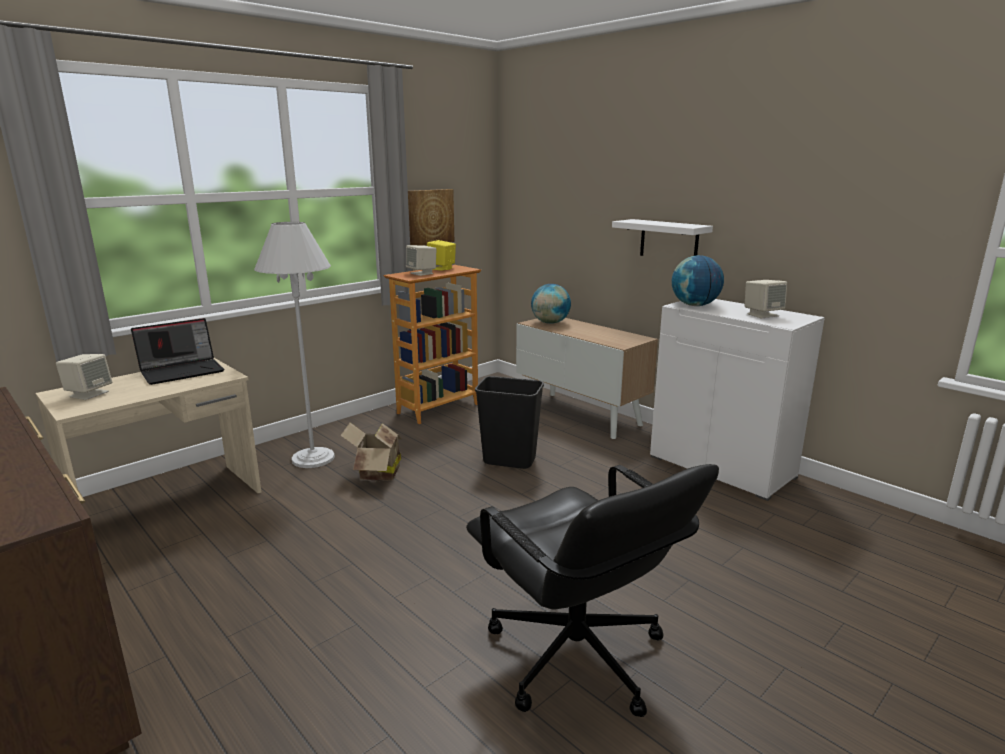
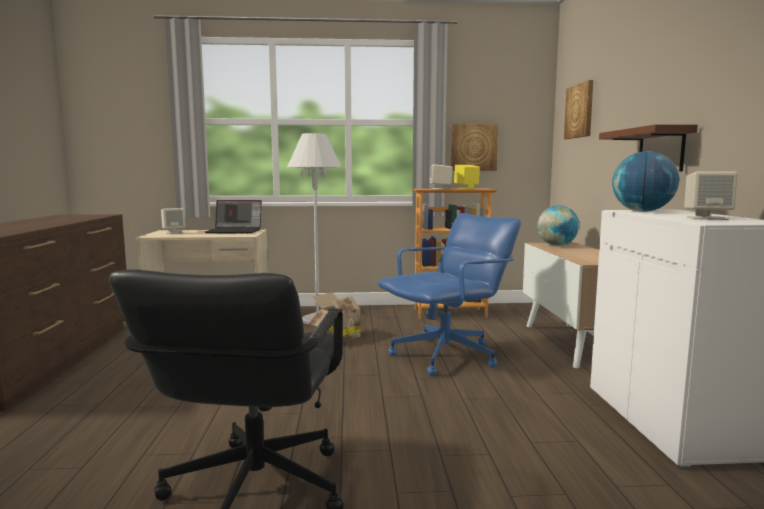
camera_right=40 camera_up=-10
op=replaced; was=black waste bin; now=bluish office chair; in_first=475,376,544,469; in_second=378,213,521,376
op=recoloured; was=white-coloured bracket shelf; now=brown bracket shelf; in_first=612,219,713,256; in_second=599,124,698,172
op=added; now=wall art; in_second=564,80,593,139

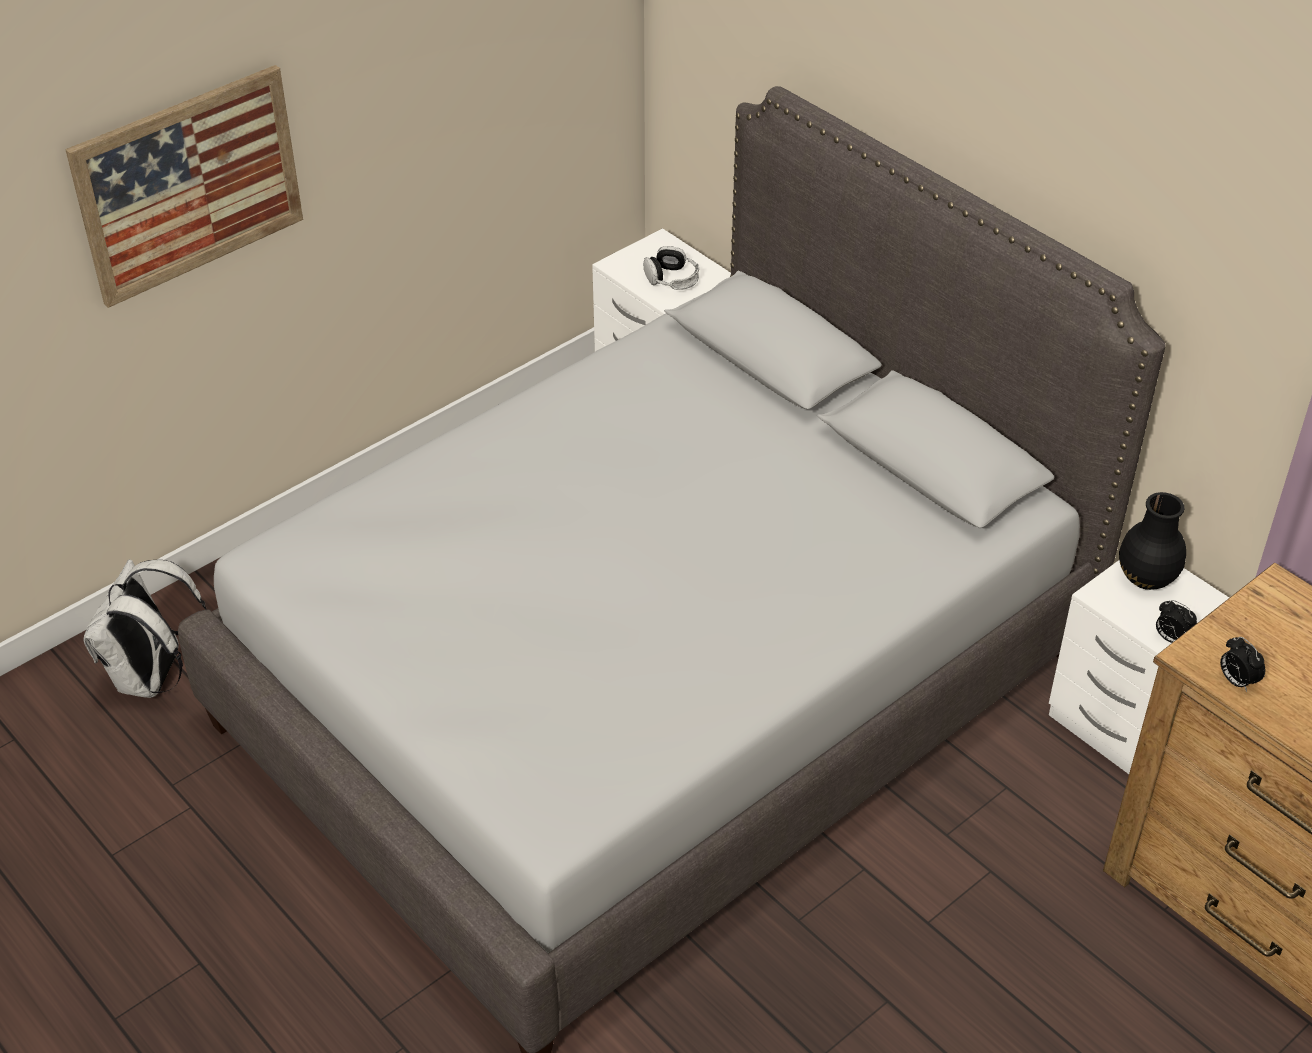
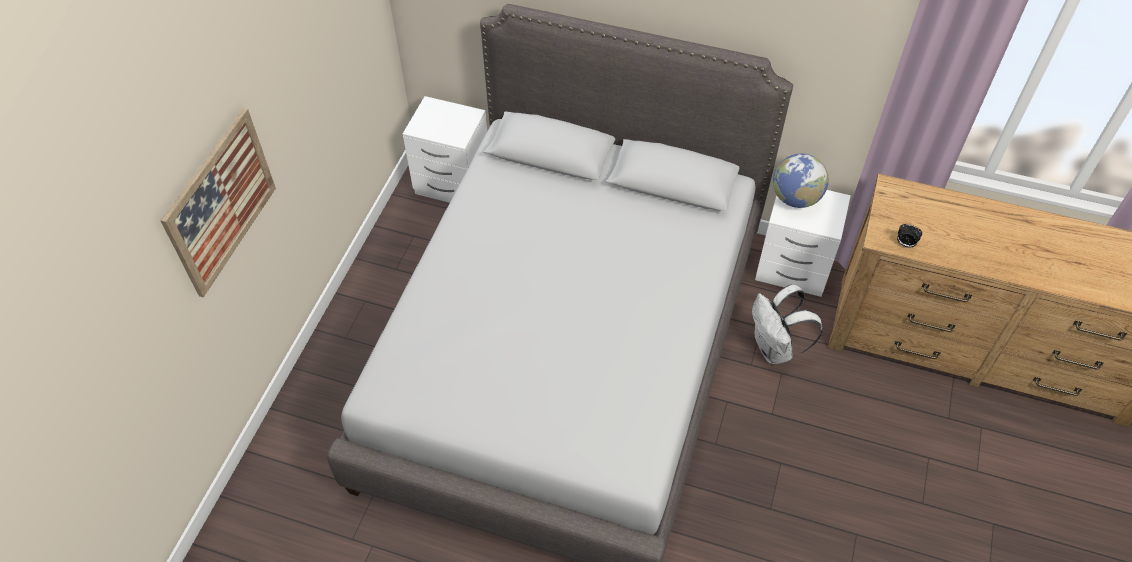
camera_right=-30 camera_up=10
op=moved; was=white-coloured rucksack; in_first=83,559,207,698; in_second=752,284,822,364
op=removed; was=pair of headphones; in_first=644,246,699,290
op=replaced; was=black vase; now=desk globe; in_first=1119,492,1186,590; in_second=773,154,829,208
op=removed; was=bedside clock; in_first=1156,600,1197,643

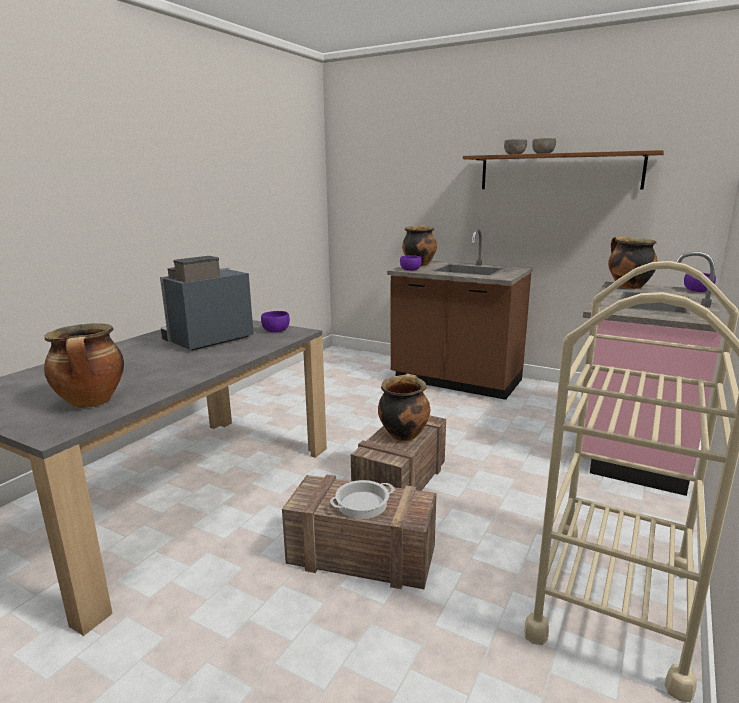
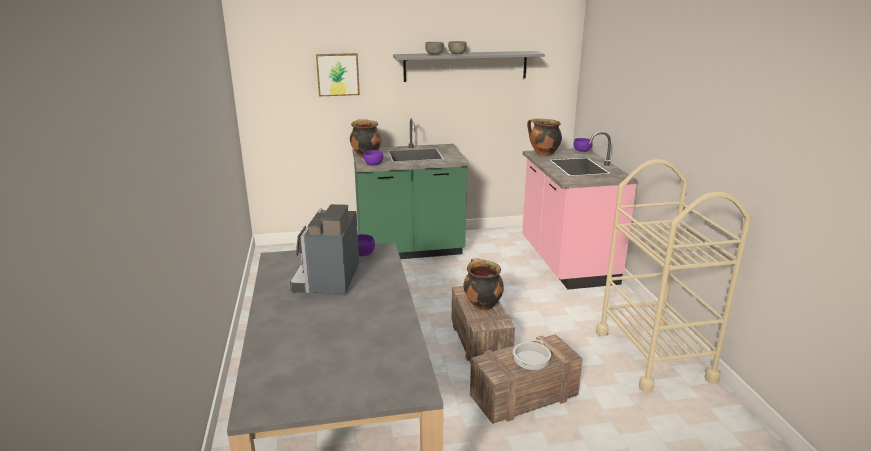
camera_right=-40 camera_up=5
op=removed; was=cooking pot; in_first=44,323,124,408
op=recoloured; was=brown counter; now=greenish counter; in_first=387,229,533,400; in_second=352,118,469,259
op=recoloured; was=brown bracket shelf; now=greyish bracket shelf; in_first=463,150,664,189; in_second=393,51,545,82
op=added; now=wall art; in_second=316,53,360,96

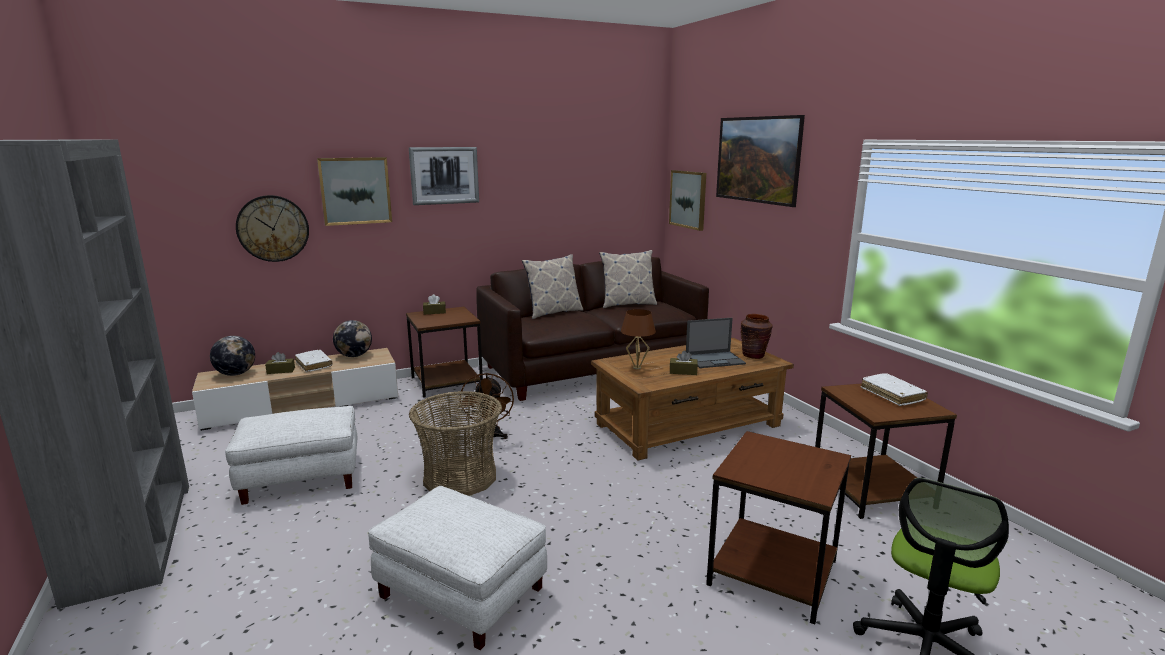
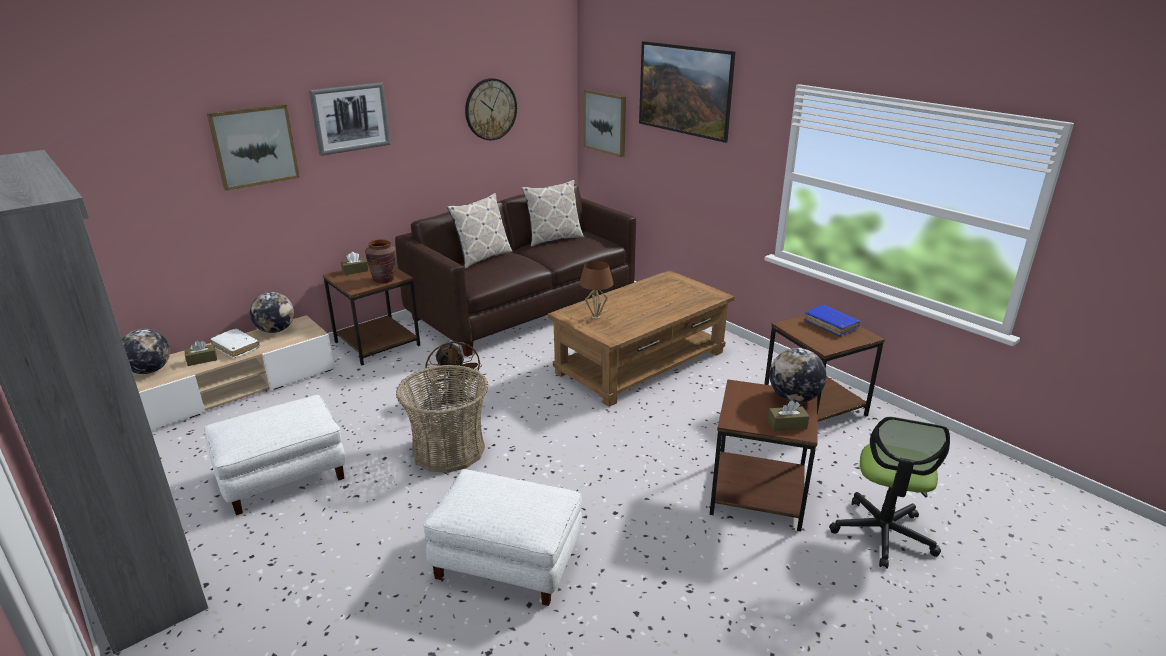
camera_right=-15 camera_up=10
op=moved; was=wall clock; in_first=236,195,309,262; in_second=465,78,517,140
op=moved; was=brown box of tissues; in_first=670,350,698,375; in_second=768,400,810,431
op=removed; was=laptop; in_first=686,318,746,368
op=moved; was=brown vase; in_first=741,314,772,359; in_second=365,239,396,283
op=recoloured; was=white-coloured volume; now=bluish volume; in_first=861,374,928,406; in_second=804,305,860,336
op=added; now=desk globe; in_second=770,348,826,403

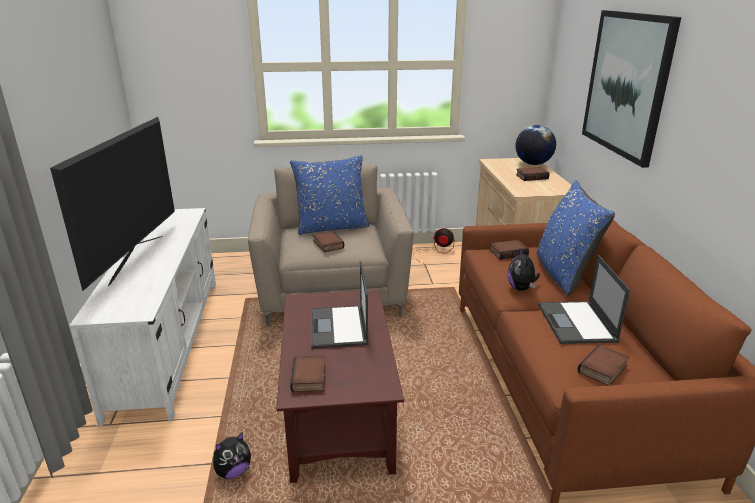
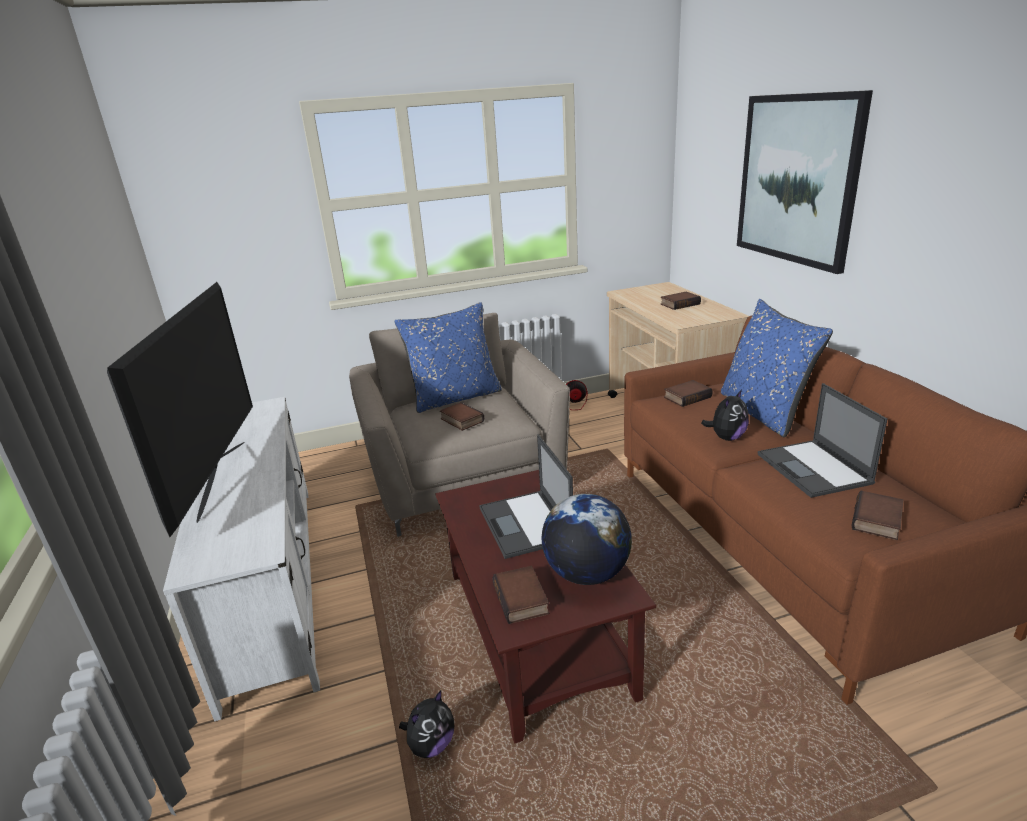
camera_right=-10 camera_up=0
op=turned; was=soft toy; in_first=507,248,540,291; in_second=701,390,749,441; clockwise=-120
op=moved; was=desk globe; in_first=515,125,556,165; in_second=542,494,632,585

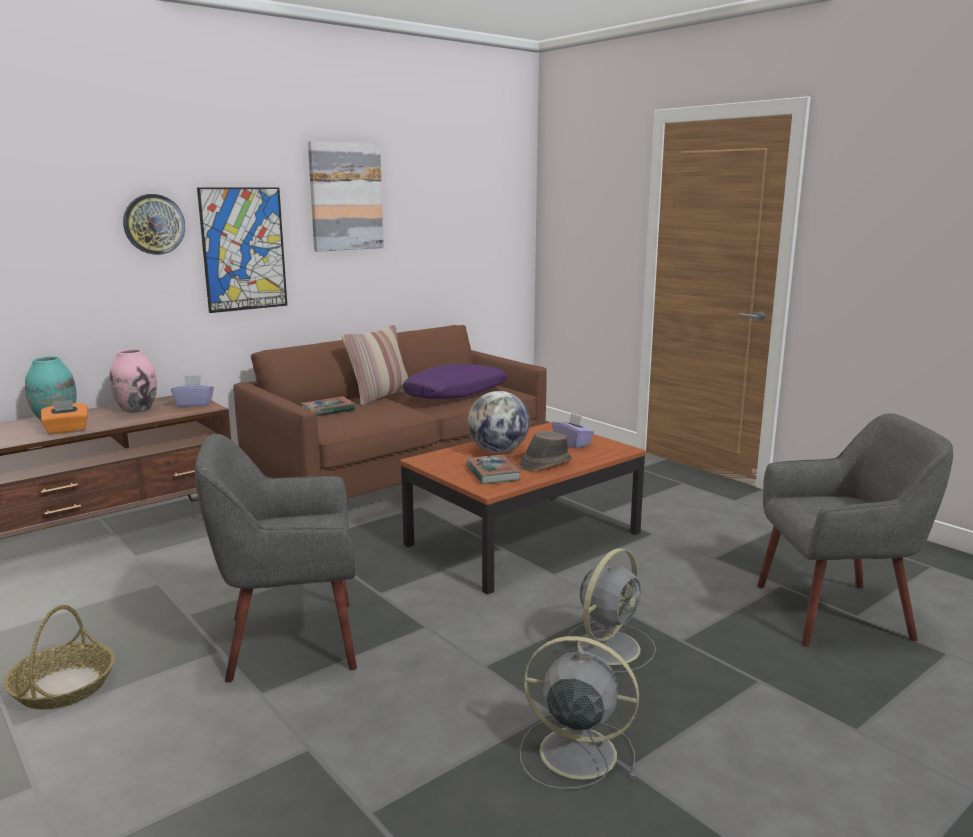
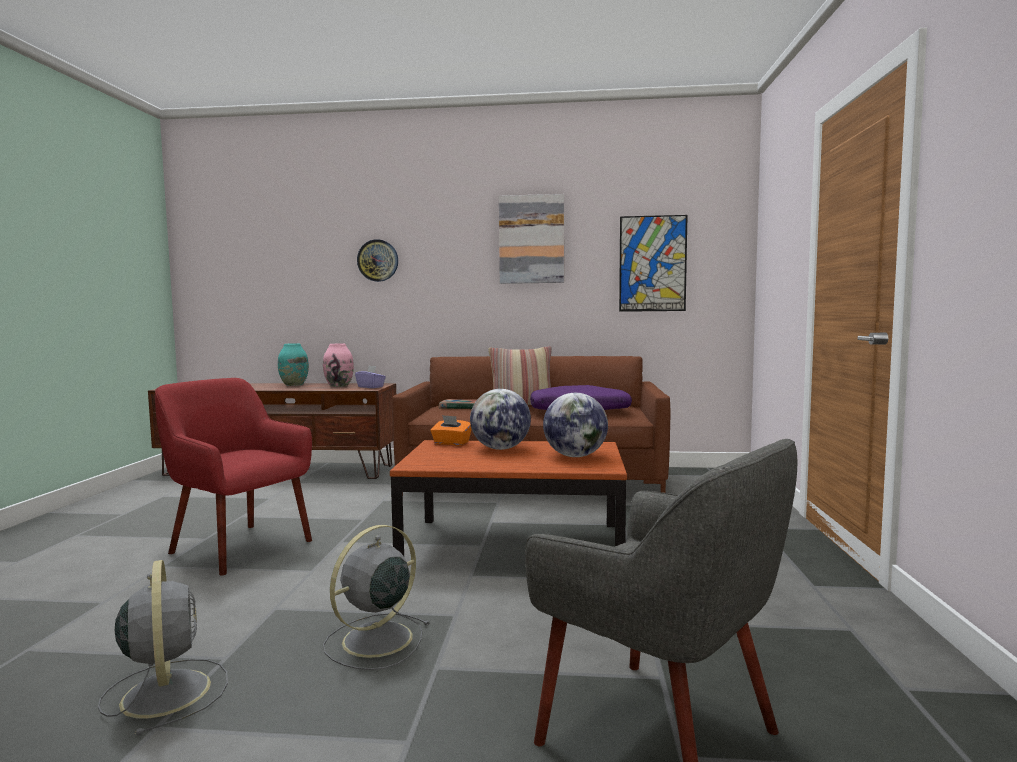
camera_right=45 camera_up=-10
op=removed; was=storage basket; in_first=3,605,115,710
op=moved; was=orangey box of tissues; in_first=41,400,88,435; in_second=430,415,471,445
op=recoloured; was=greyish easy chair; now=reddish easy chair; in_first=195,434,357,682; in_second=155,378,312,575
op=moved; was=wall art; in_first=197,187,287,313; in_second=619,215,688,312
op=removed; was=volume; in_first=466,455,521,484
op=removed; was=brown hat; in_first=520,431,572,471
op=replaced; was=purple-coloured box of tissues; now=desk globe; in_first=552,413,594,449; in_second=543,393,608,457
op=turned; was=greyish fan; in_first=568,548,656,673; in_second=323,525,431,670; clockwise=135

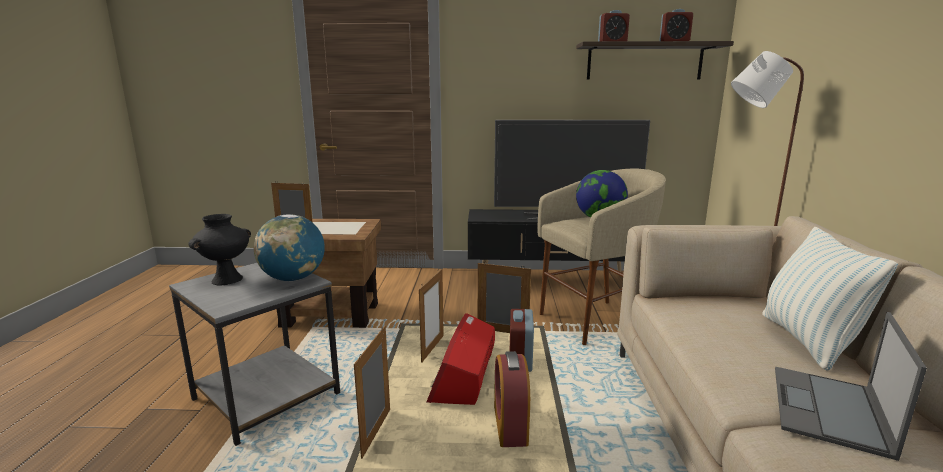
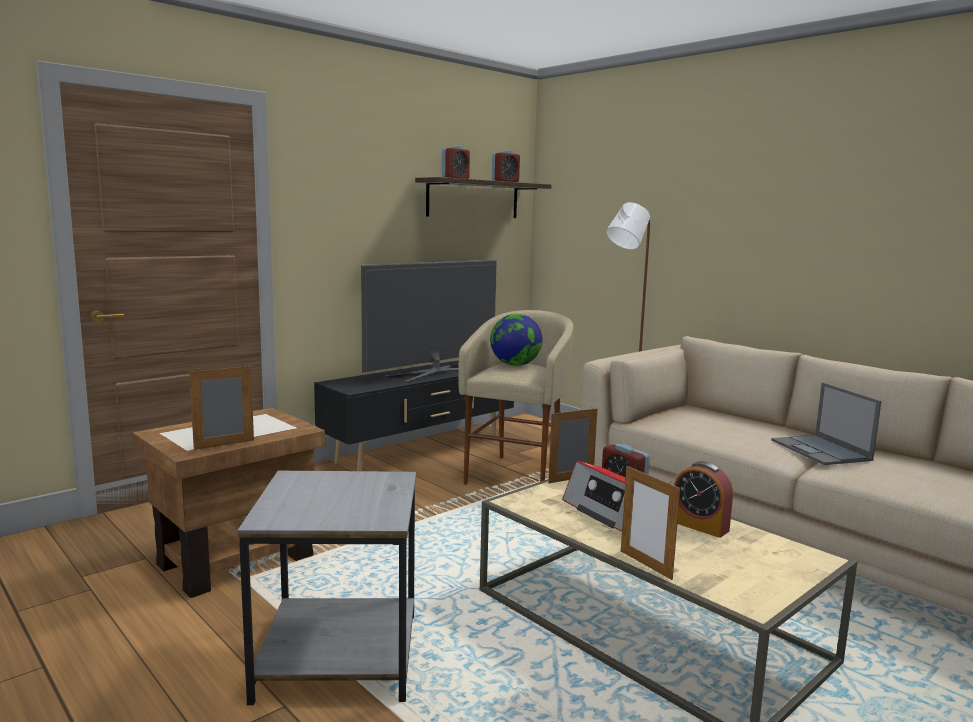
camera_right=-45 camera_up=-5
op=removed; was=black vase; in_first=188,214,251,285
op=removed; was=desk globe; in_first=254,215,325,281
op=removed; was=standing frame; in_first=419,269,444,363
op=removed; was=pillow; in_first=762,227,898,371

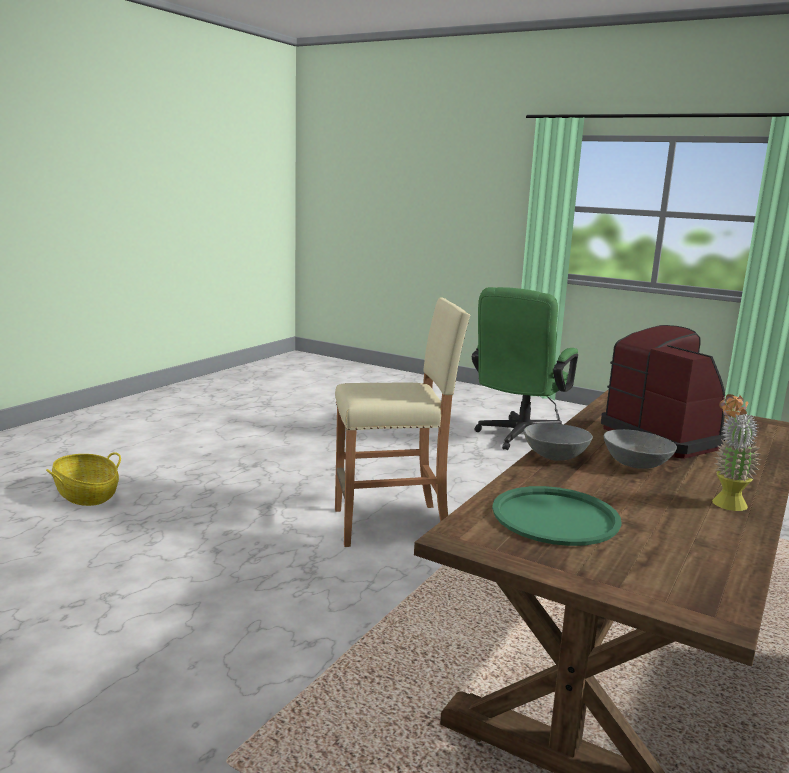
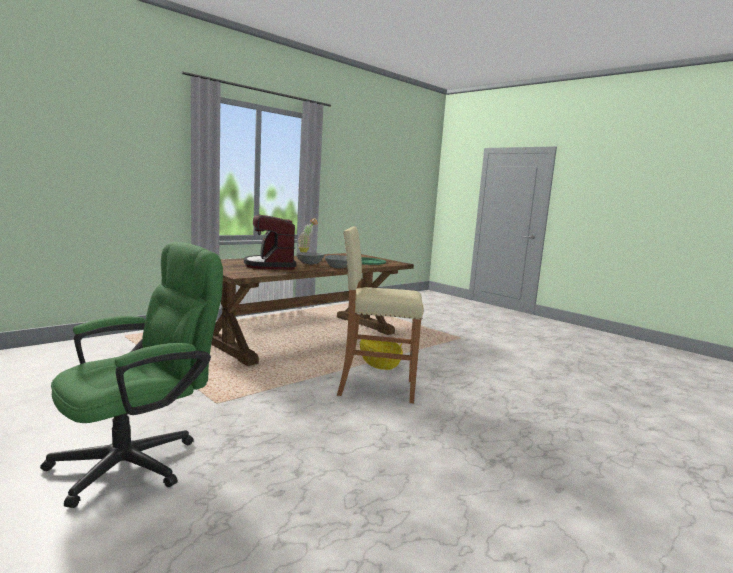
camera_right=-165 camera_up=-5
op=moved; was=storage basket; in_first=46,452,121,506; in_second=360,339,403,370

